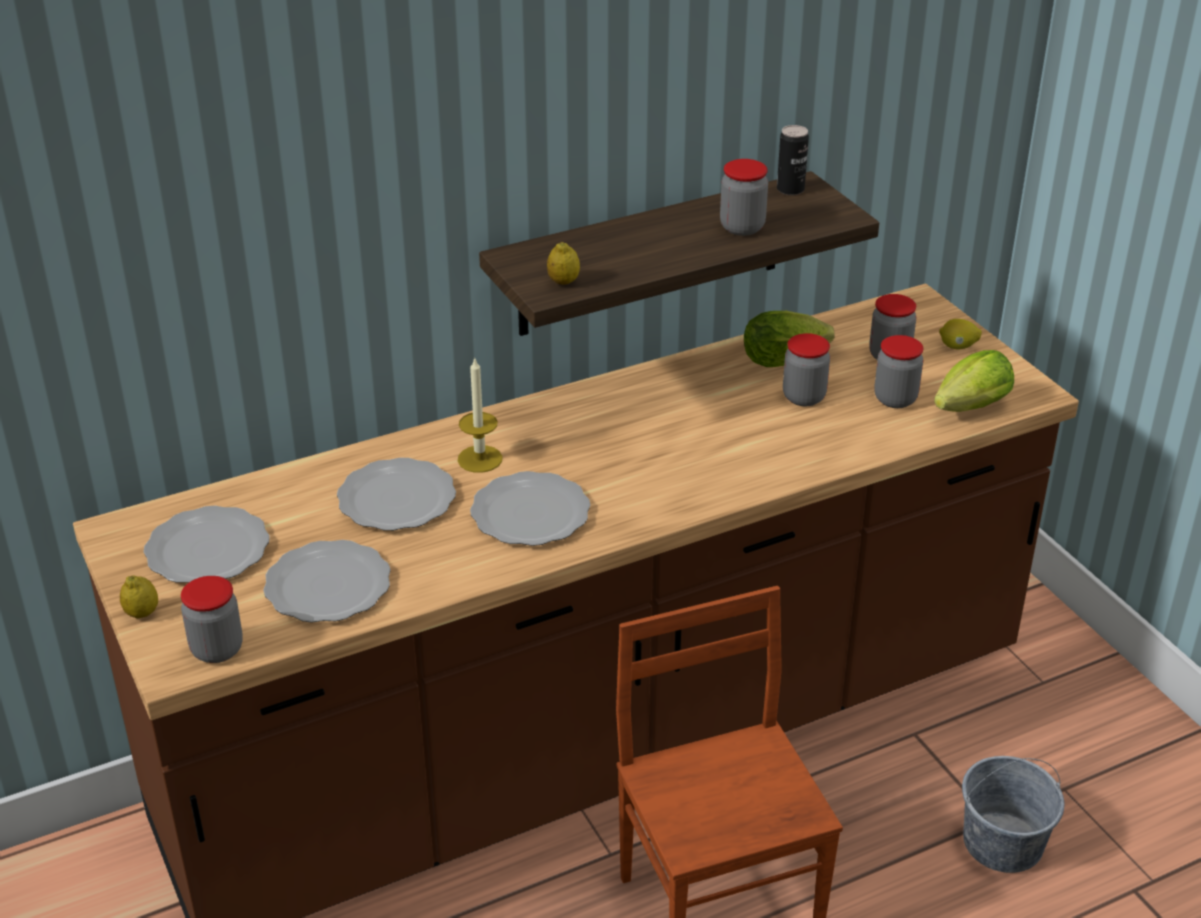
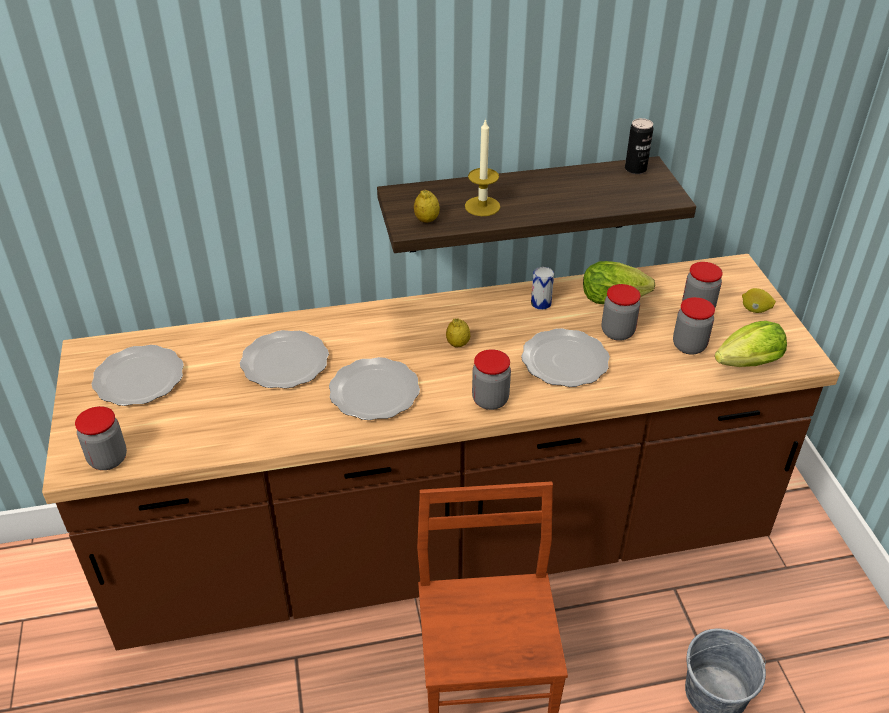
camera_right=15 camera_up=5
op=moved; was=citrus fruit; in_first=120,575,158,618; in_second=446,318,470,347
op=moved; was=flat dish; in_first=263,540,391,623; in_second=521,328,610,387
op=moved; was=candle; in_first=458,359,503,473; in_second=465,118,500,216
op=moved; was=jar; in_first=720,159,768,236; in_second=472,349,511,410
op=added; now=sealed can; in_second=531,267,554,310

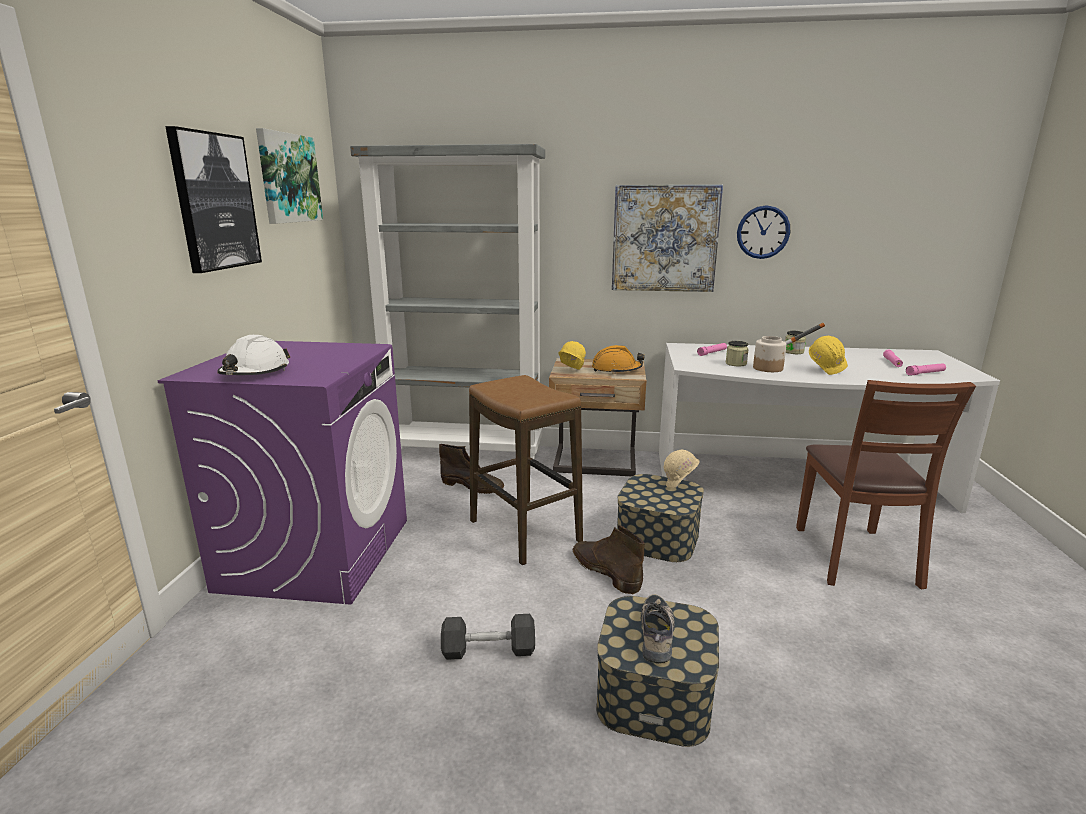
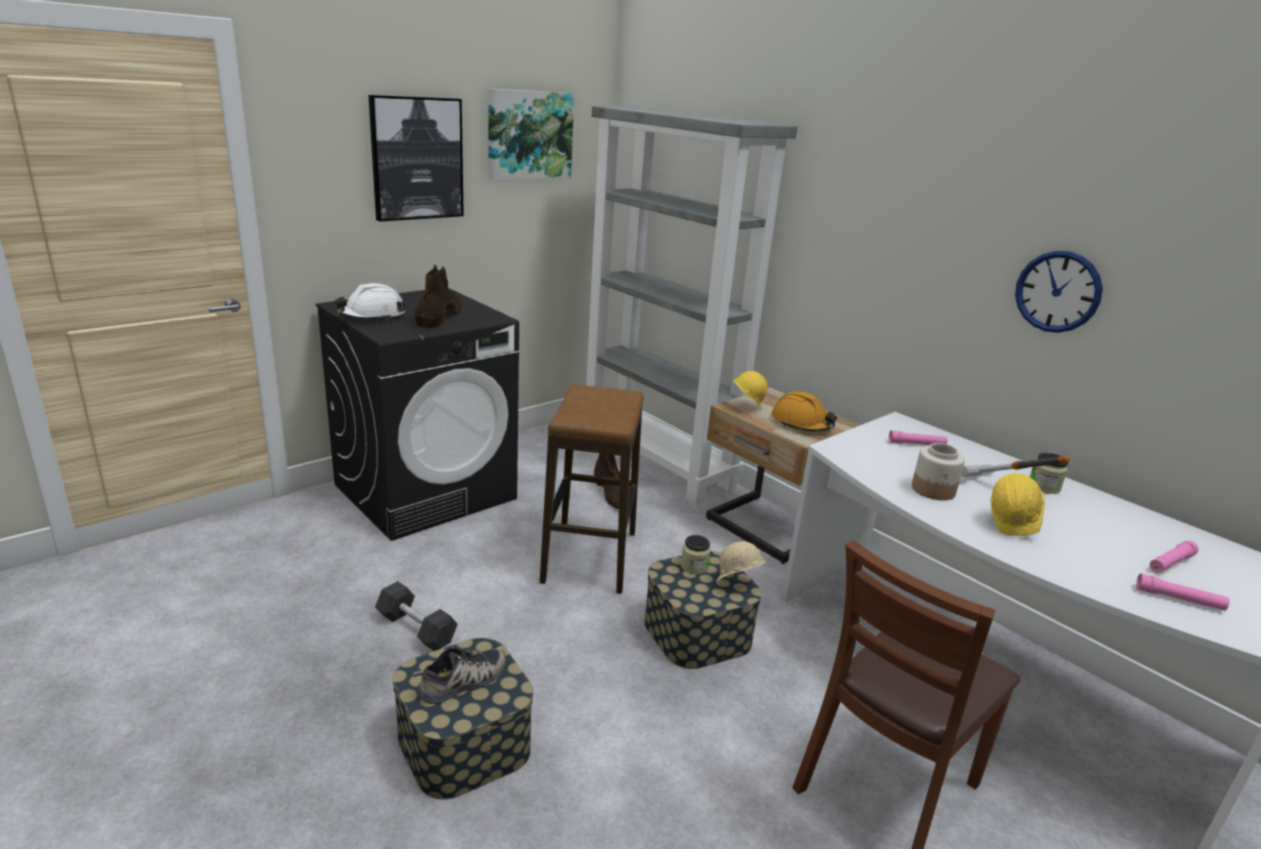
camera_right=40 camera_up=5
op=recoloured; was=purple-coloured washing machine; now=black washing machine; in_first=157,341,407,604; in_second=316,288,519,541
op=moved; was=brown high-top boot; in_first=573,525,644,594; in_second=415,265,462,328
op=removed; was=wall art; in_first=612,185,723,292
op=moved; was=jar; in_first=726,341,749,366; in_second=681,535,711,574

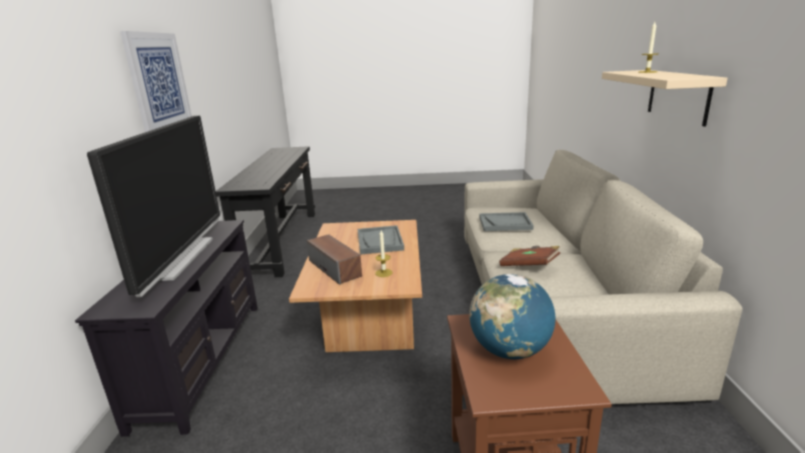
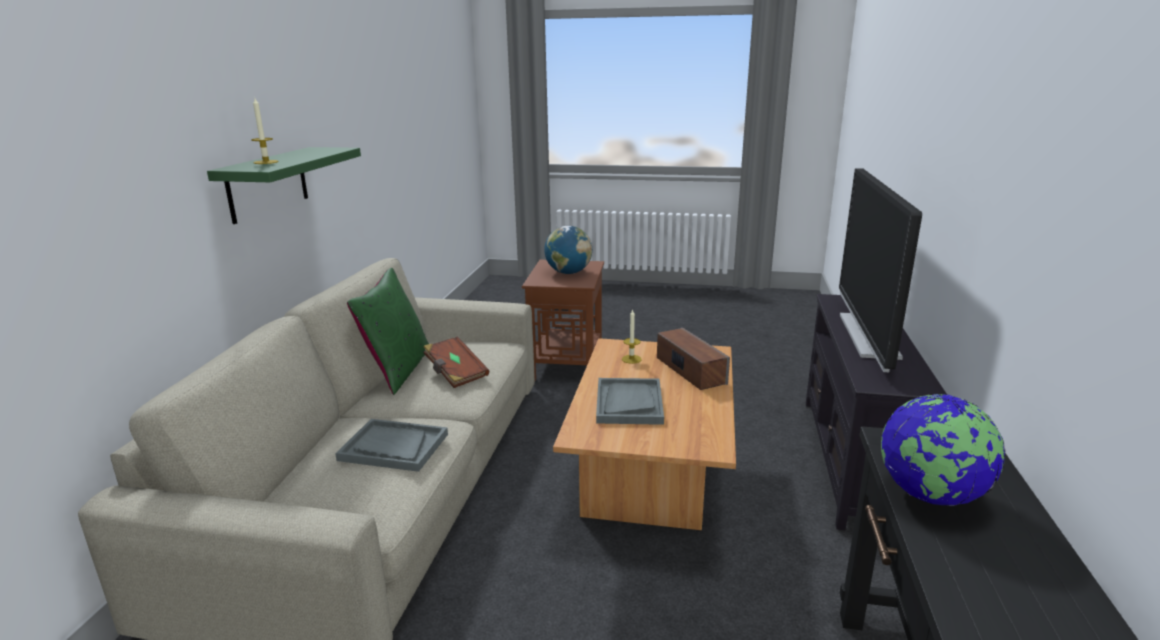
camera_right=-170 camera_up=0
op=removed; was=wall art; in_first=120,31,192,132
op=recoloured; was=beige bracket shelf; now=greenish bracket shelf; in_first=602,70,728,127; in_second=207,147,361,224
op=added; now=greenish pillow; in_second=347,268,429,395
op=added; now=desk globe; in_second=881,394,1005,506

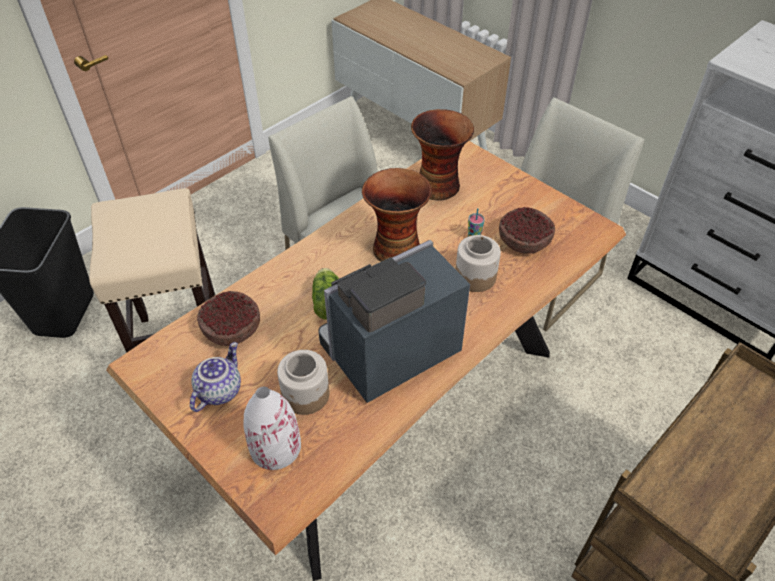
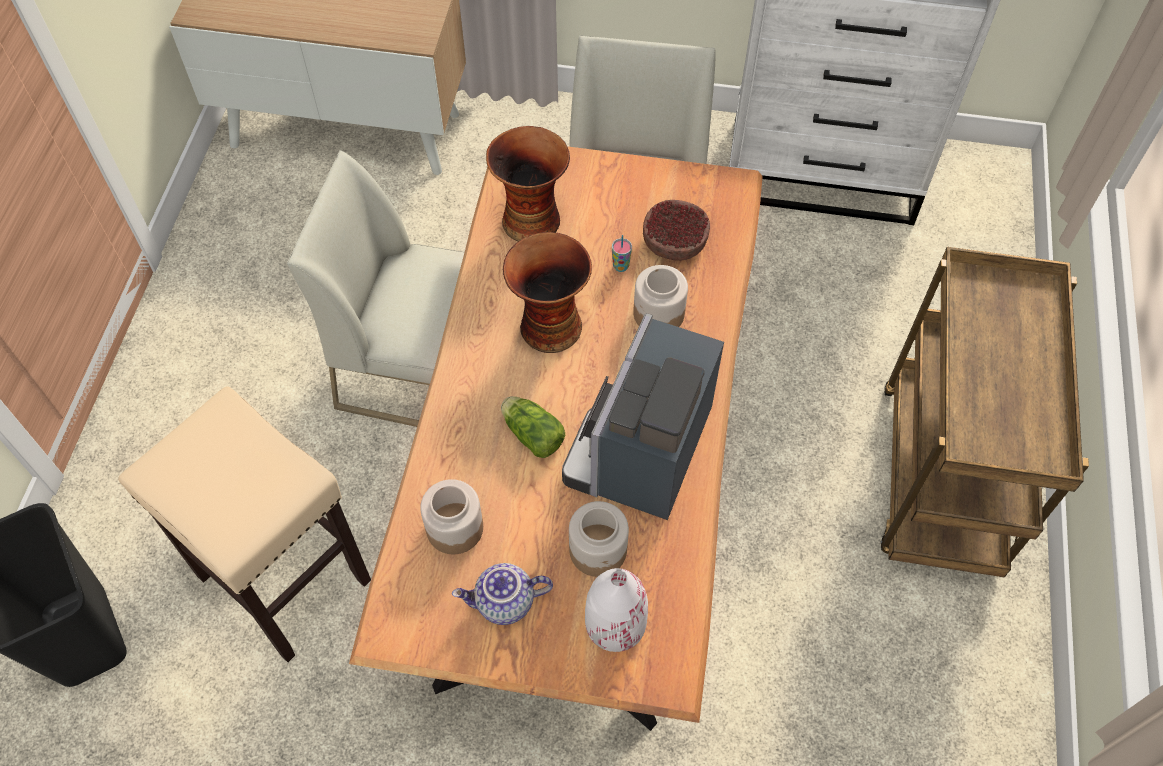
camera_right=-35 camera_up=10
op=turned; was=tea pot; in_first=190,342,241,412; in_second=452,563,553,625; clockwise=-90
op=replaced; was=bowl; now=jar; in_first=197,291,260,346; in_second=420,479,483,554

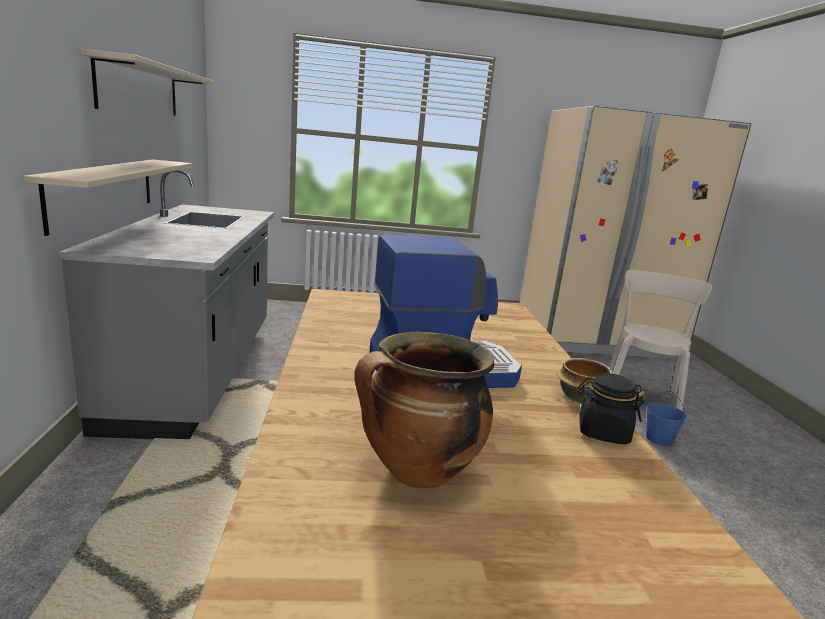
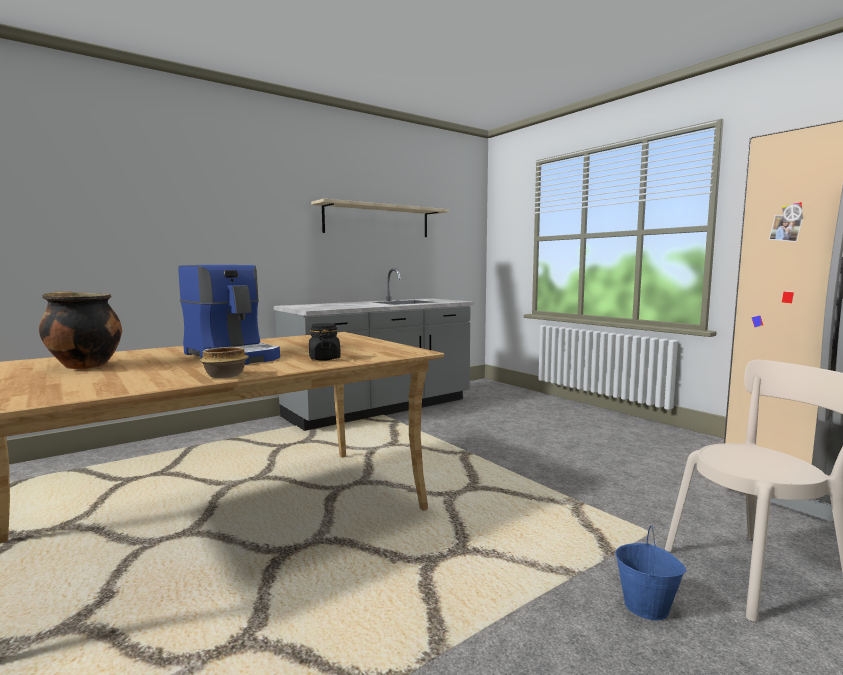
camera_right=60 camera_up=-10
op=removed; was=beige bracket shelf; in_first=23,159,192,236
op=moved; was=black jar; in_first=578,373,645,444; in_second=309,323,341,361

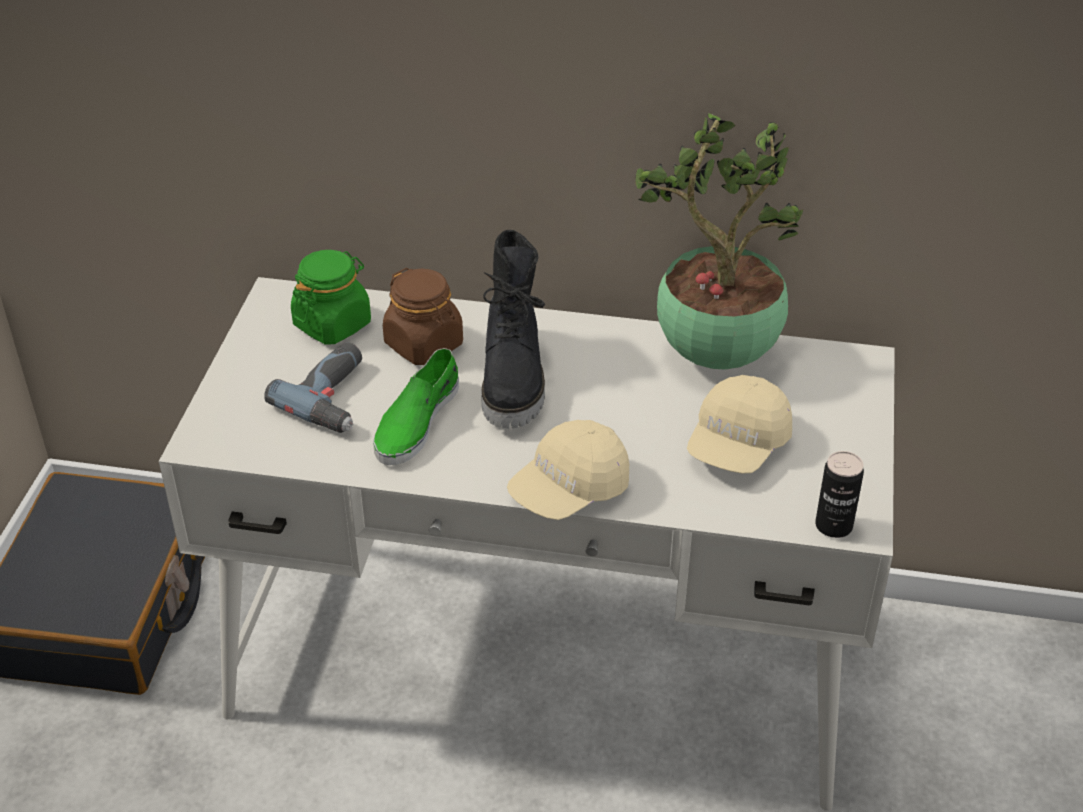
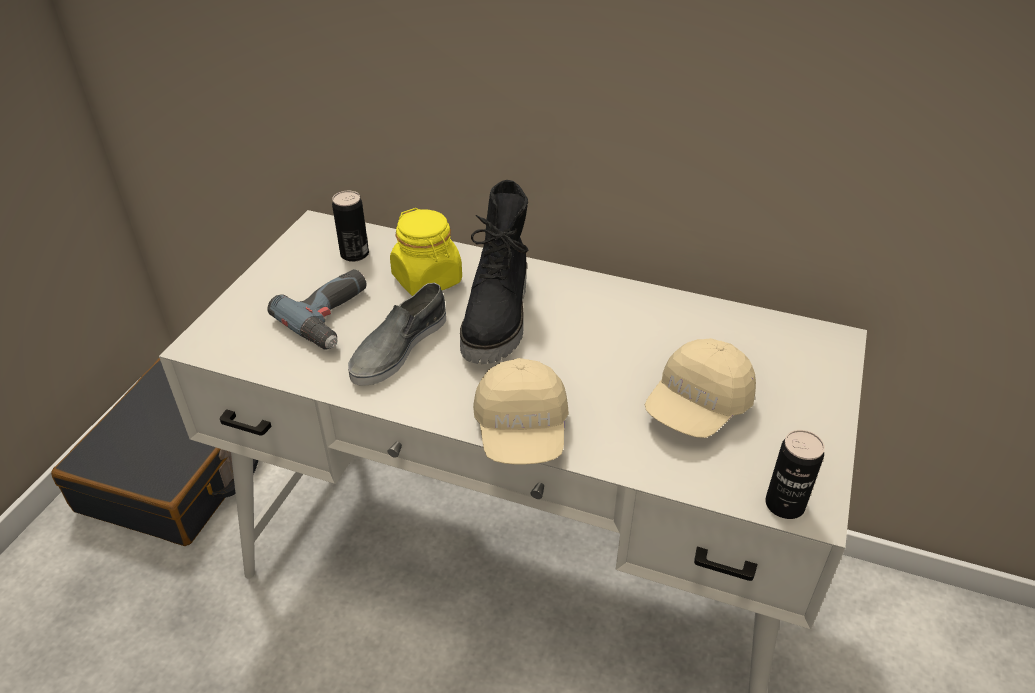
camera_right=10 camera_up=0
op=replaced; was=greenish jar; now=sealed can; in_first=291,250,371,344; in_second=332,191,369,262
op=recoloured; was=greenish low shoe; now=greyish low shoe; in_first=373,348,459,465; in_second=348,283,446,386
op=recoloured; was=brown jar; now=yellow jar; in_first=383,268,463,365; in_second=390,208,462,296
op=turned; was=beige cap; in_first=507,420,629,520; in_second=473,358,569,464; clockwise=-60
op=removed; was=houseplant; in_first=635,113,803,369

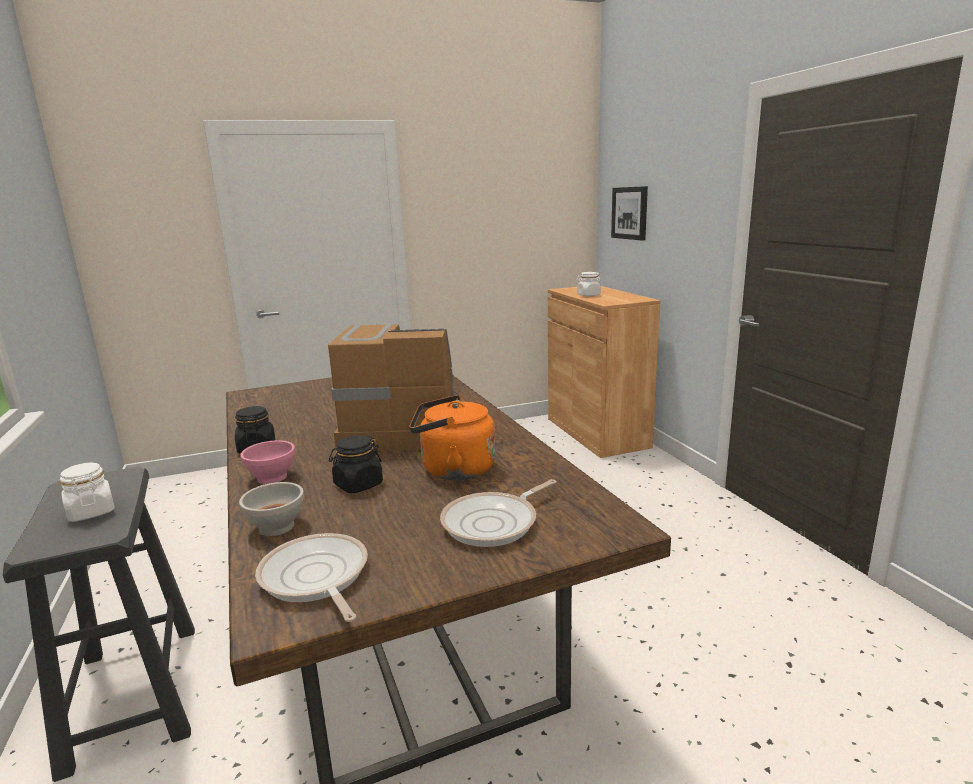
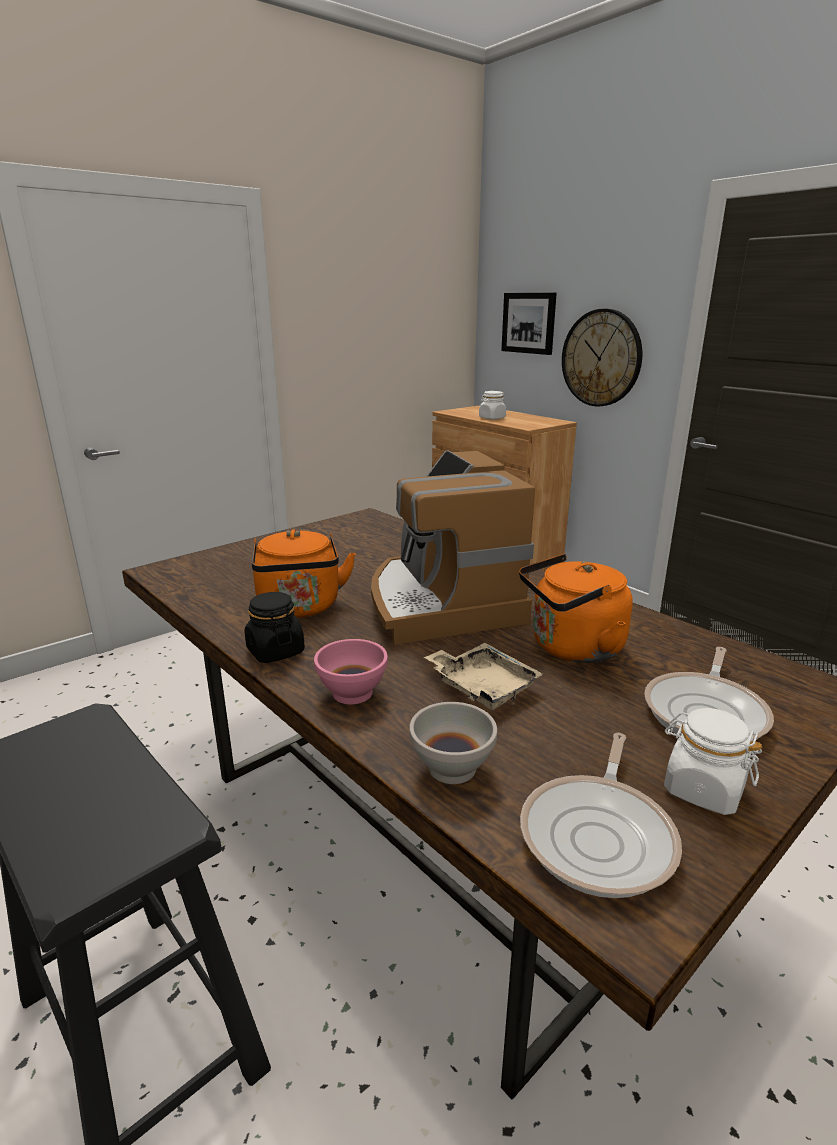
camera_right=-20 camera_up=5
op=moved; was=white-coloured jar; in_first=60,463,115,522; in_second=664,708,762,815
op=turned; was=skillet; in_first=255,533,368,622; in_second=520,733,682,898; clockwise=-105
op=turned; was=coffee maker; in_first=328,324,454,451; in_second=371,451,535,645; clockwise=-90
op=replaced; was=black jar; now=beige tray; in_first=329,436,383,493; in_second=424,643,543,710
op=added; now=orangey kettle; in_second=252,529,356,618
op=added; now=wall clock; in_second=562,309,642,407

